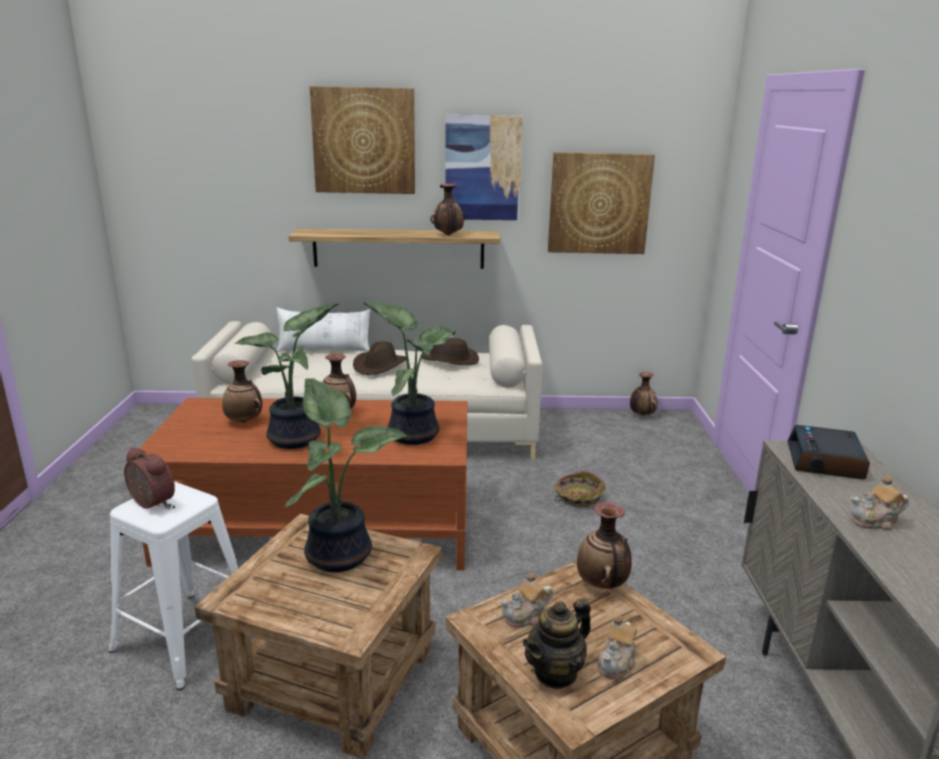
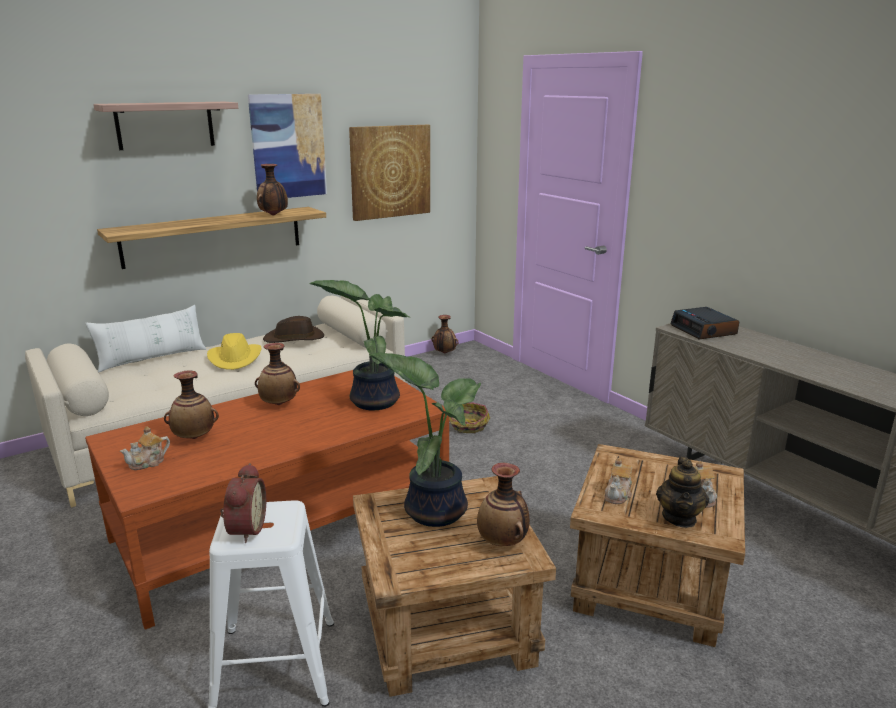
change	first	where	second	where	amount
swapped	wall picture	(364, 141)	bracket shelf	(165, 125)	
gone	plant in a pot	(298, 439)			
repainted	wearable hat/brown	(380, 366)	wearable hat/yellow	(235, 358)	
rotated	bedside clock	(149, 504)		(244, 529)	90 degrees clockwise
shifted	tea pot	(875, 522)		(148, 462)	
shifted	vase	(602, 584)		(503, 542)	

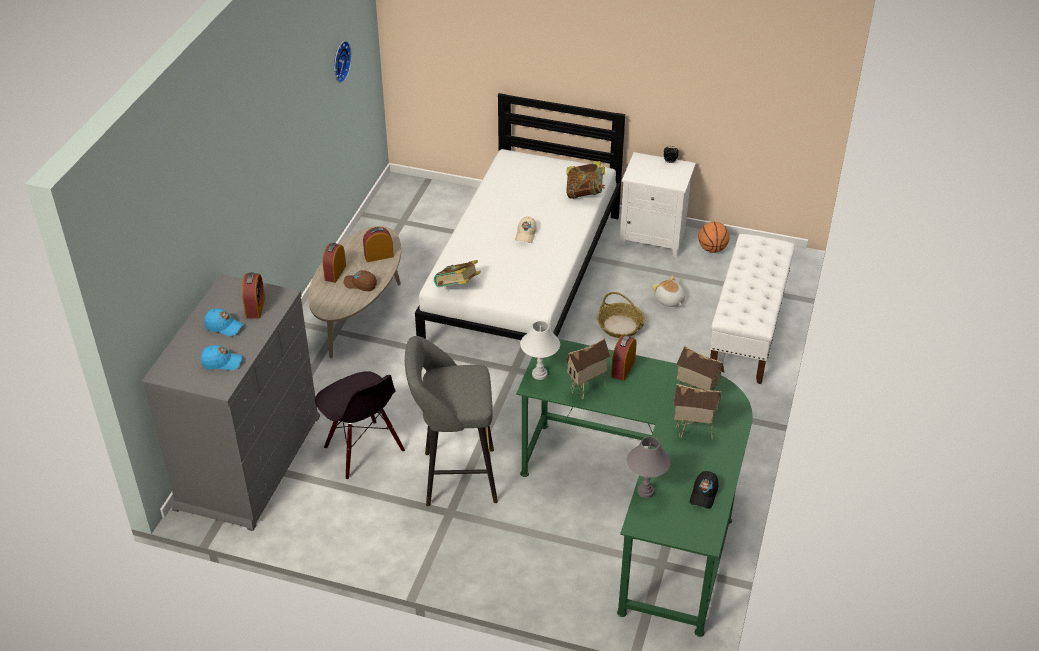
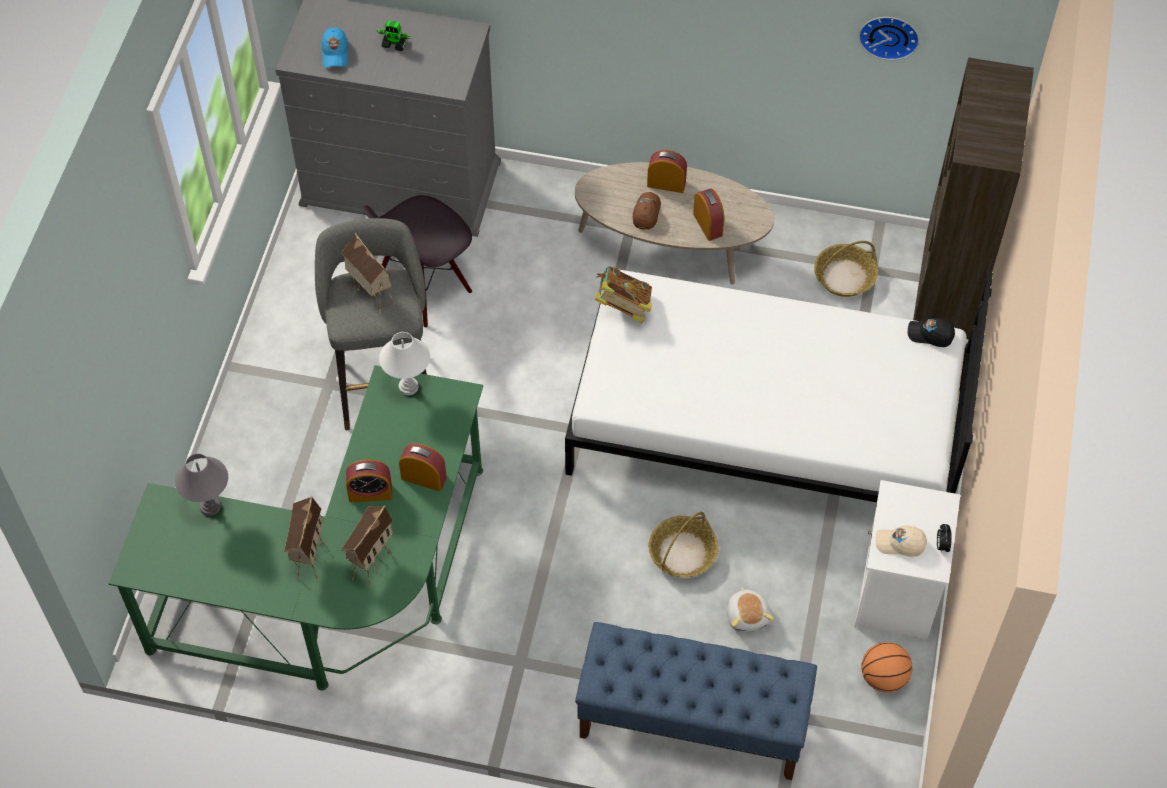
change	first	where	second	where	amount
gone	book	(585, 193)			
shifted	cap/beige-coloured	(525, 234)		(900, 543)	
repainted	bench/white	(747, 331)	bench/blue-coloured	(691, 722)	
shifted	bedside clock	(255, 307)		(370, 493)	
rotated	plush toy	(669, 300)		(748, 616)	120 degrees clockwise
swapped	cap/blue-coloured	(224, 327)	model robot	(395, 44)	
shifted	miniature house	(587, 390)		(371, 295)	
shifted	cap/black	(703, 494)		(930, 335)	
new			shelving unit/brown	(945, 304)	
new			basket	(844, 277)	

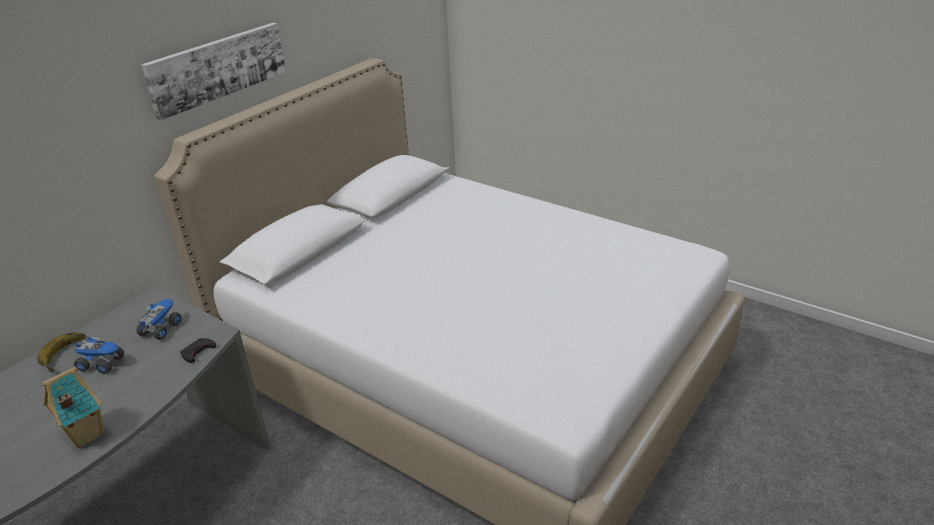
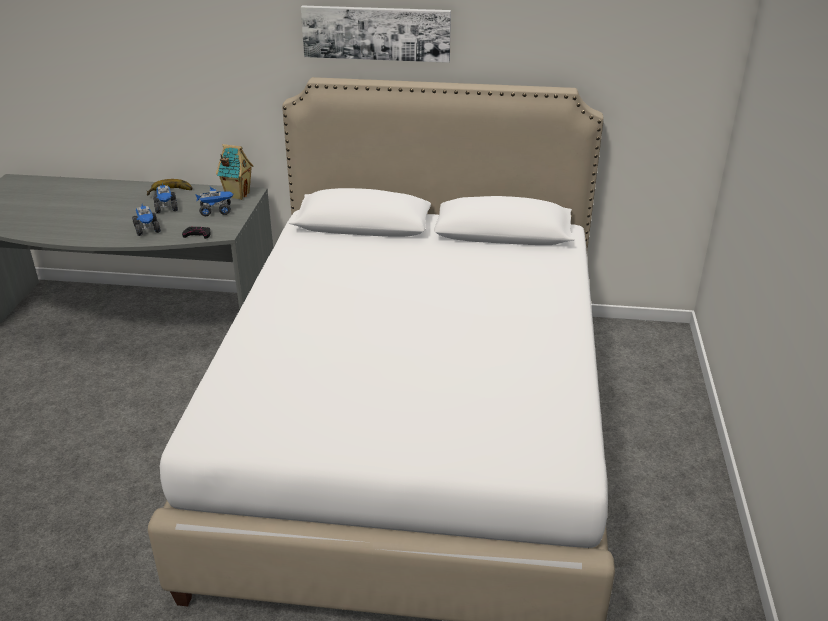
change	first	where	second	where	amount
shifted	miniature house	(85, 435)		(237, 195)	
new			toy lorry	(147, 229)	

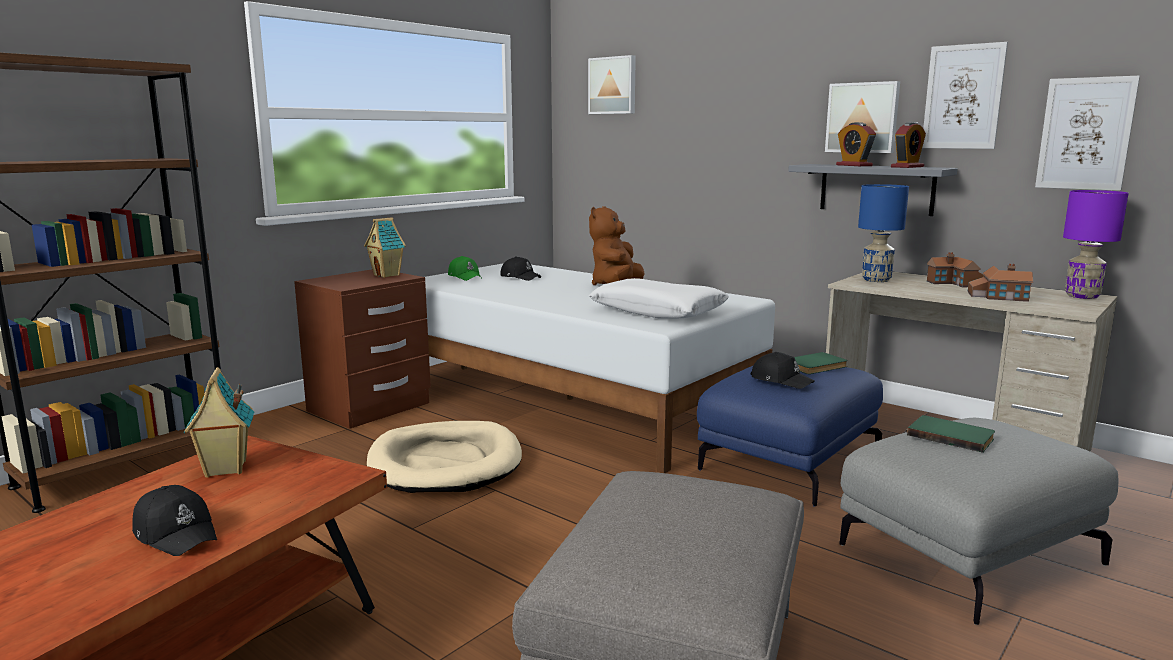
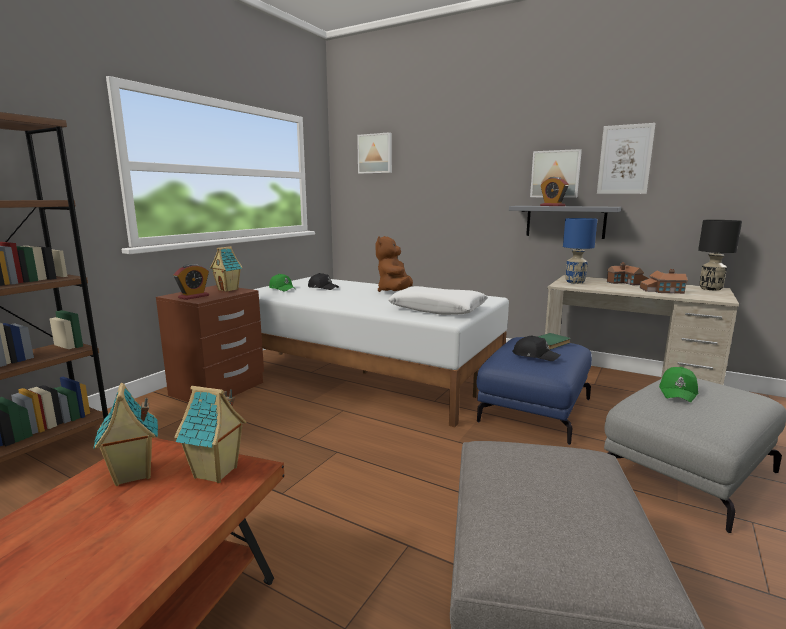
change	first	where	second	where	amount
gone	wall picture	(1085, 134)			
shifted	bedside clock	(907, 167)		(194, 296)	
repainted	table lamp/purplish	(1081, 296)	table lamp/black	(710, 288)	
swapped	book/greenish	(951, 436)	cap/greenish	(678, 392)	
gone	dog bed/beige-coloured	(445, 463)			
gone	cap/black	(176, 533)			
new			miniature house	(216, 473)	

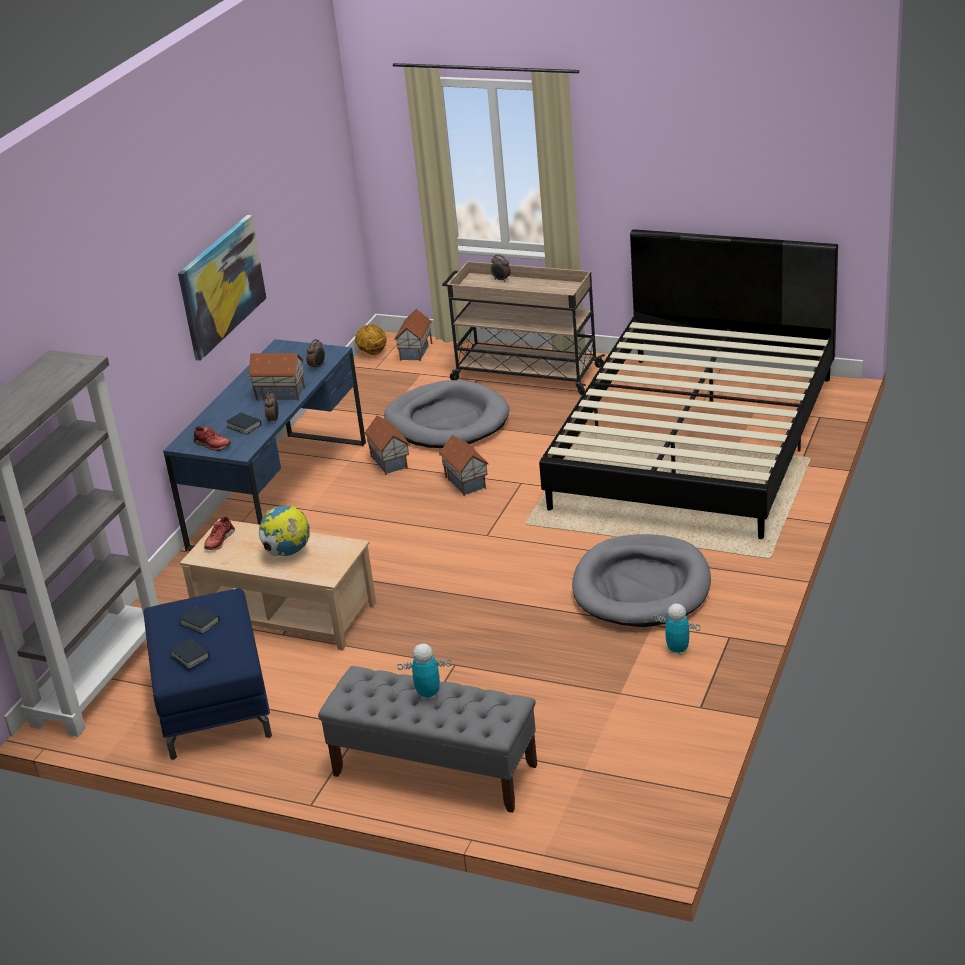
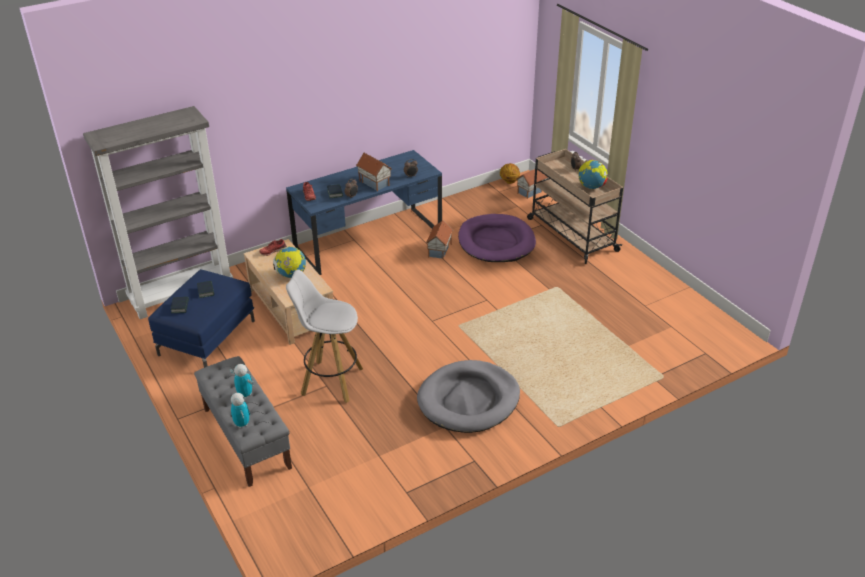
change	first	where	second	where	amount
gone	wall picture	(221, 286)			
gone	bed/black	(697, 440)			
repainted	dog bed/grey	(447, 421)	dog bed/purplish	(496, 242)	
gone	miniature house	(467, 482)			
shifted	model robot	(677, 650)		(242, 424)	
new			world globe	(591, 187)	
new			stool seat/white	(331, 381)	

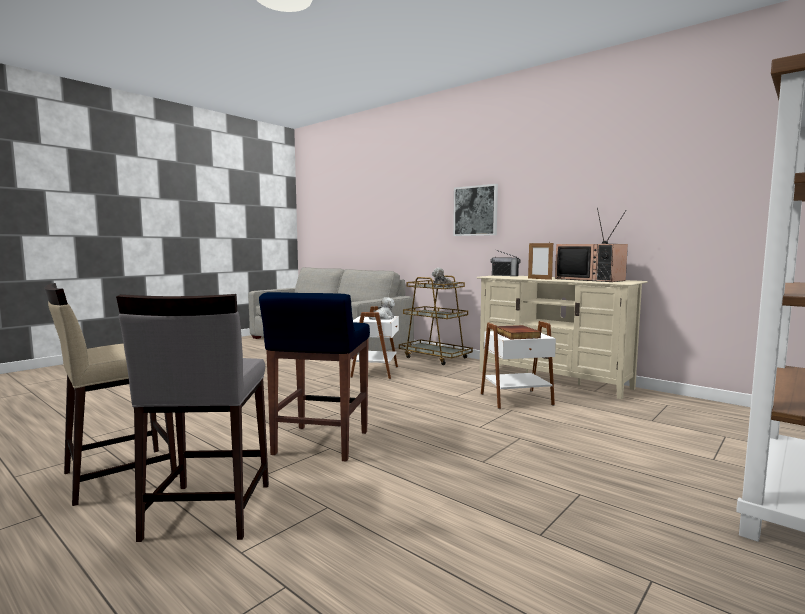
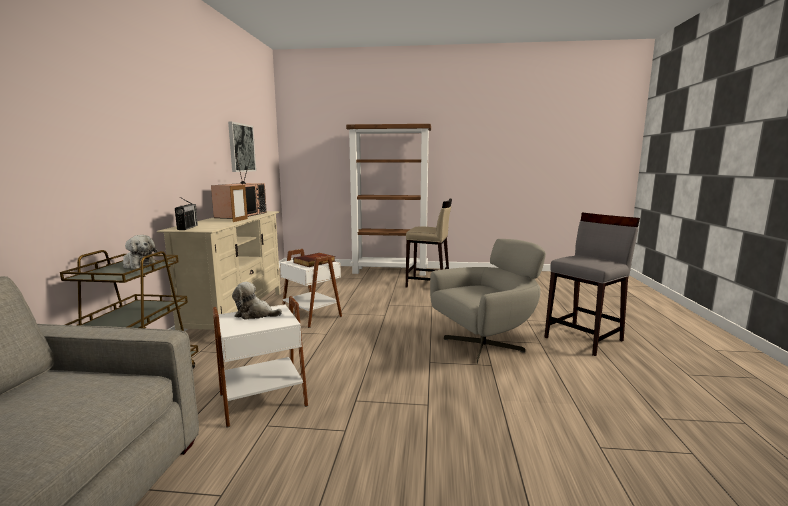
change	first	where	second	where	amount
shifted	wall picture	(475, 211)		(241, 148)	
shifted	stool seat/beige-coloured	(118, 474)		(428, 284)	
swapped	stool seat/blue-coloured	(320, 444)	lounge chair/grey	(485, 345)	

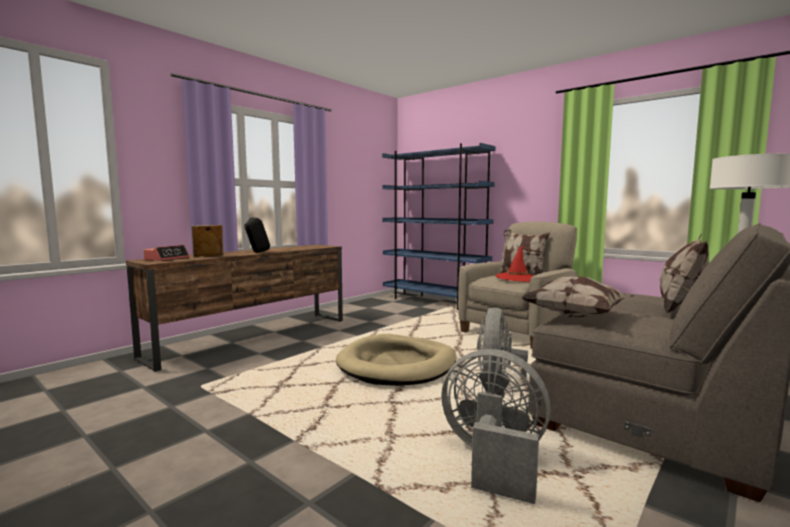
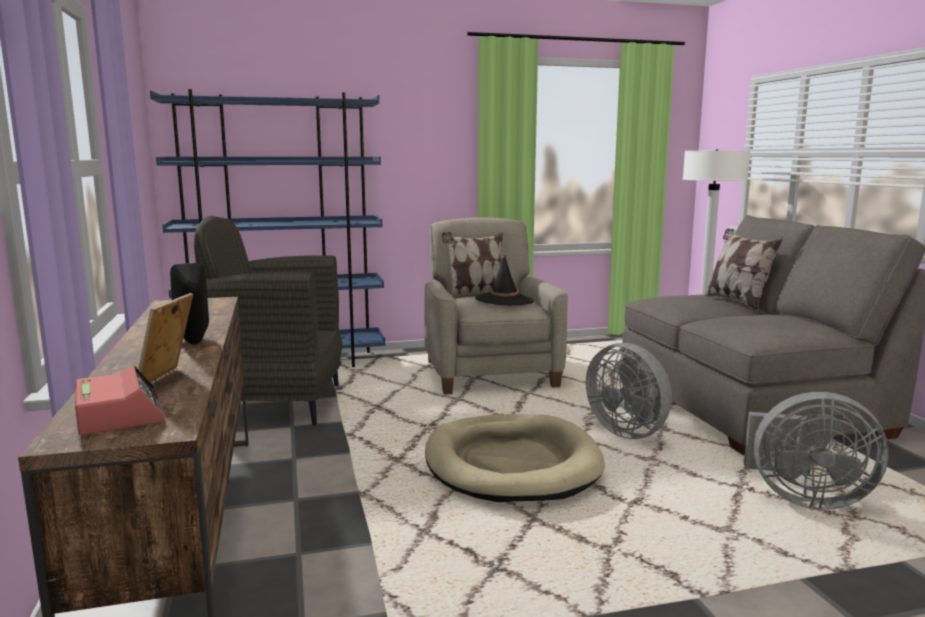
change	first	where	second	where	amount
repainted	wearable hat/red	(517, 278)	wearable hat/black	(504, 300)	
gone	throw pillow	(577, 316)			
rotated	electric fan/grey	(493, 460)		(803, 498)	135 degrees counterclockwise
new			lounge chair/grey	(277, 404)	

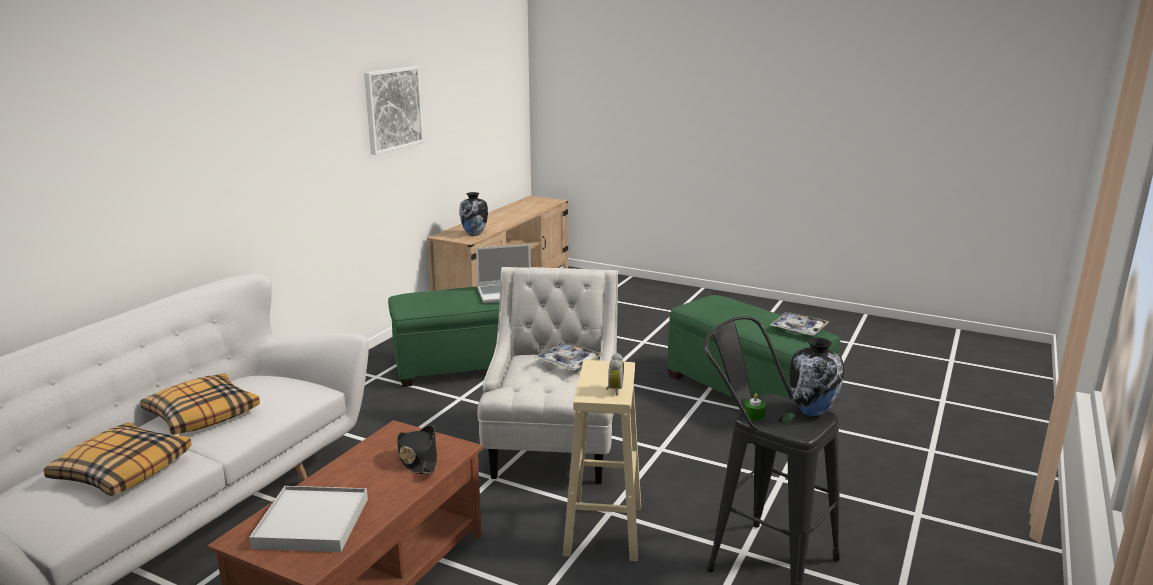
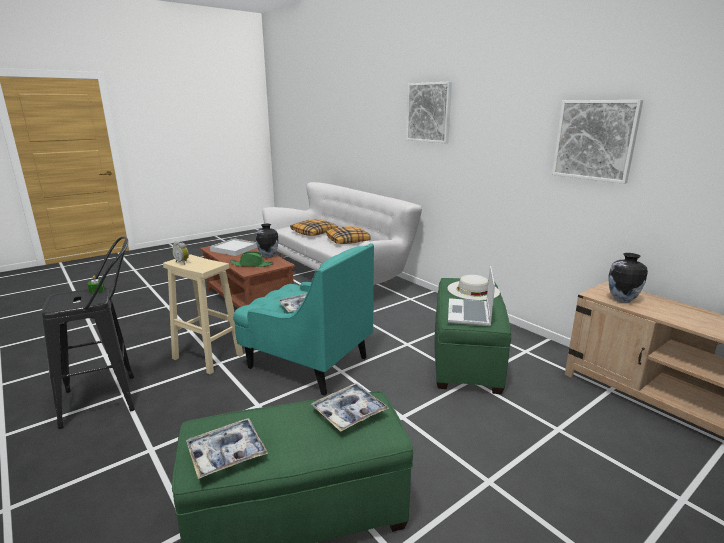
change	first	where	second	where	amount
repainted	lounge chair/white	(553, 448)	lounge chair/turquoise	(307, 362)	
shifted	vase	(813, 411)		(268, 256)	
repainted	wearable hat/black	(418, 458)	wearable hat/greenish	(252, 265)	
new			wall picture	(429, 112)	
new			wearable hat/white	(473, 290)	
new			tray	(349, 412)	

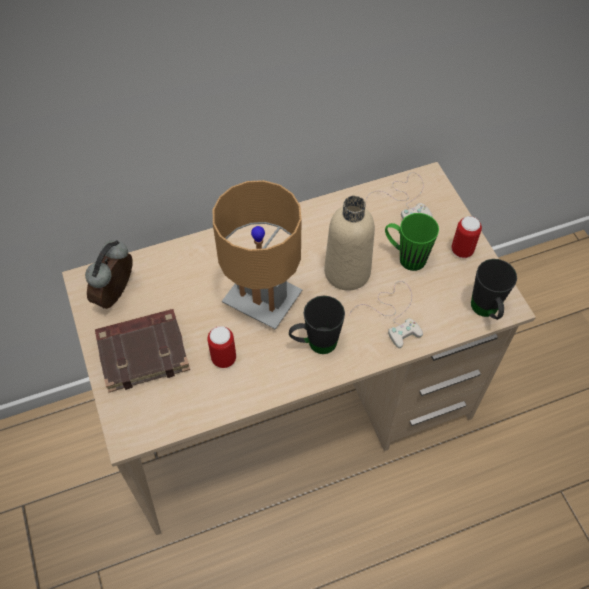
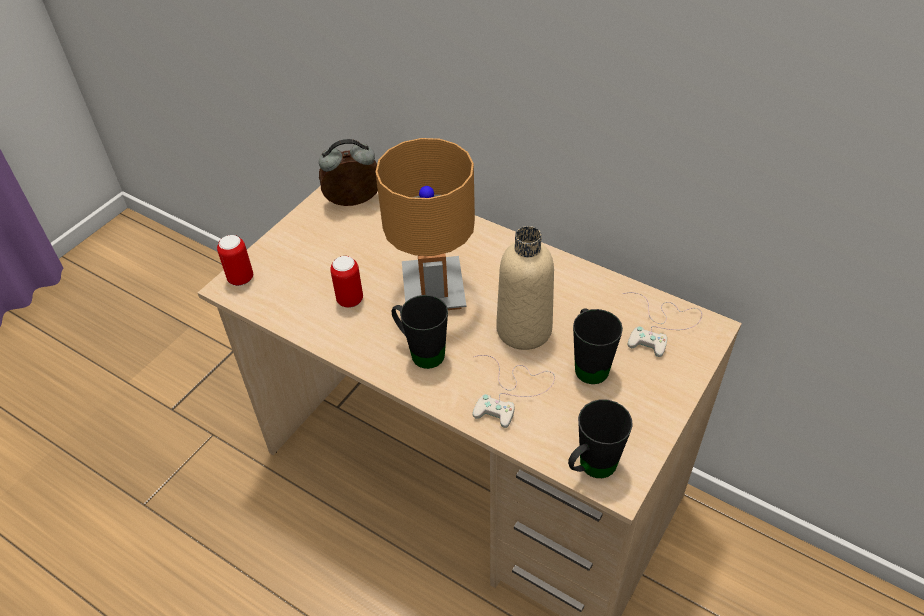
change	first	where	second	where	amount
repainted	mug/greenish	(405, 257)	mug/black	(588, 363)	
shifted	metal can	(462, 250)		(241, 278)	
gone	book/brown	(144, 352)			

